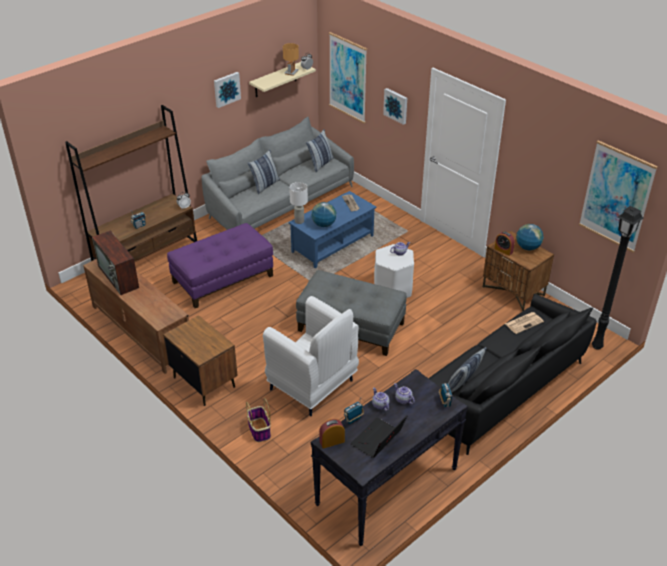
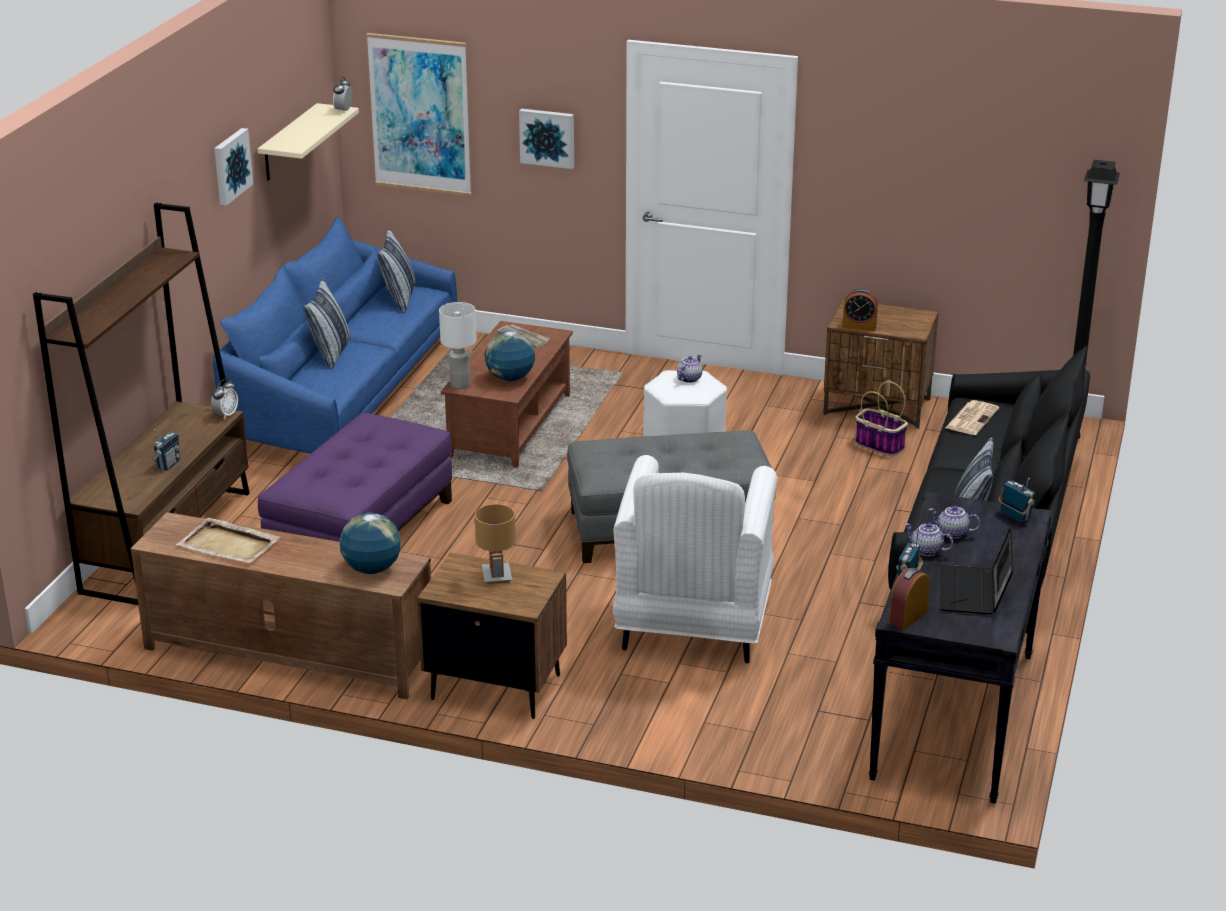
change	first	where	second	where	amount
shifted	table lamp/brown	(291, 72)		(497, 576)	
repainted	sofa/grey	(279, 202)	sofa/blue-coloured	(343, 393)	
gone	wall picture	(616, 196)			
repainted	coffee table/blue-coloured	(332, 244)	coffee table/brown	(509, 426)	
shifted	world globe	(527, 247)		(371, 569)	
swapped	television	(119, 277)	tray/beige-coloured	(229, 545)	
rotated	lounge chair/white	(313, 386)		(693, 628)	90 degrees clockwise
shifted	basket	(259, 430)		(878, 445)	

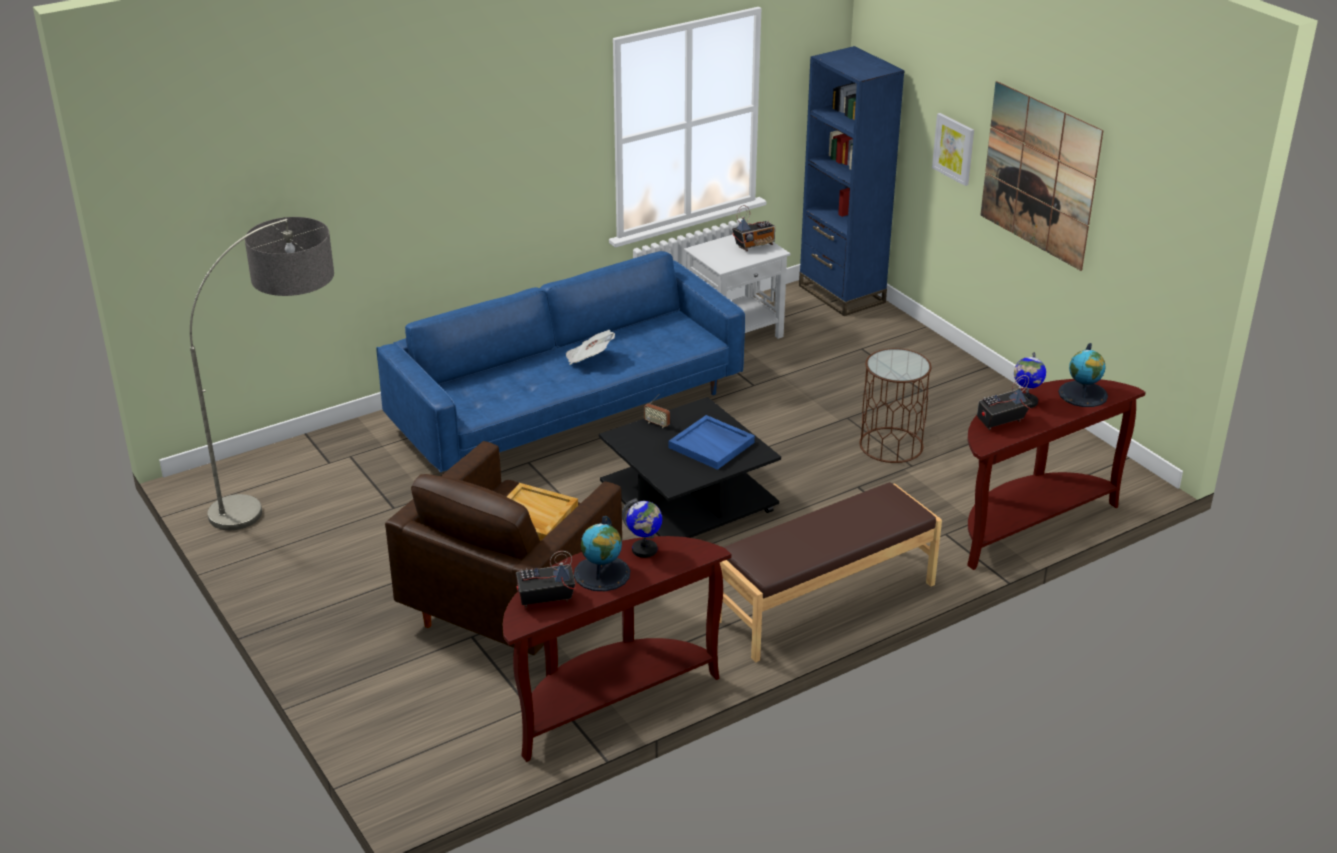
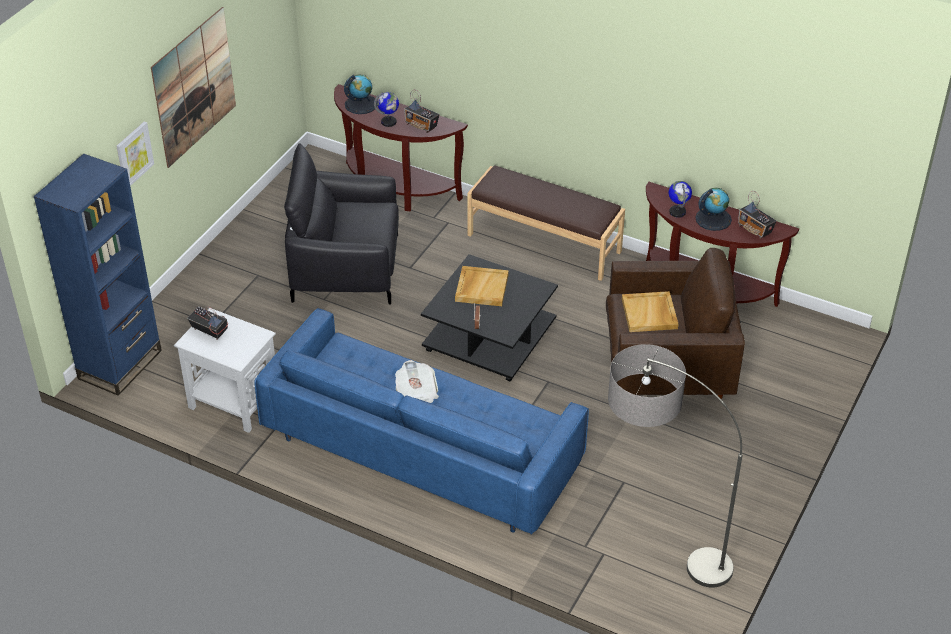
change	first	where	second	where	amount
swapped	end table/brown	(891, 445)	lounge chair/black	(346, 268)	
repainted	tray/blue-coloured	(712, 445)	tray/beige-coloured	(481, 288)	

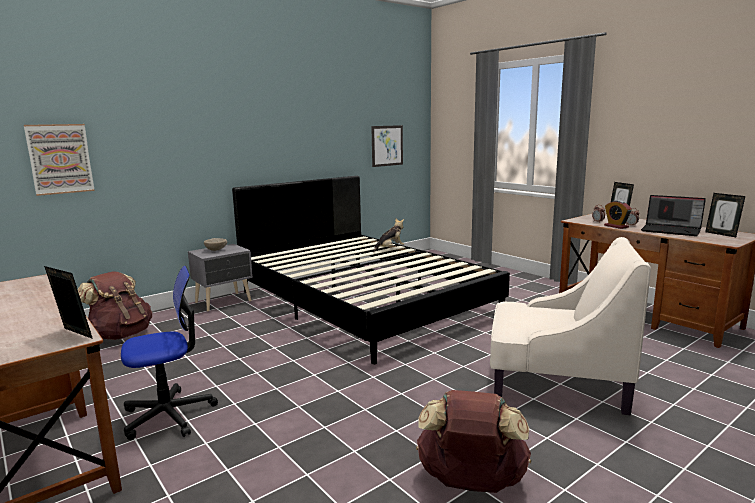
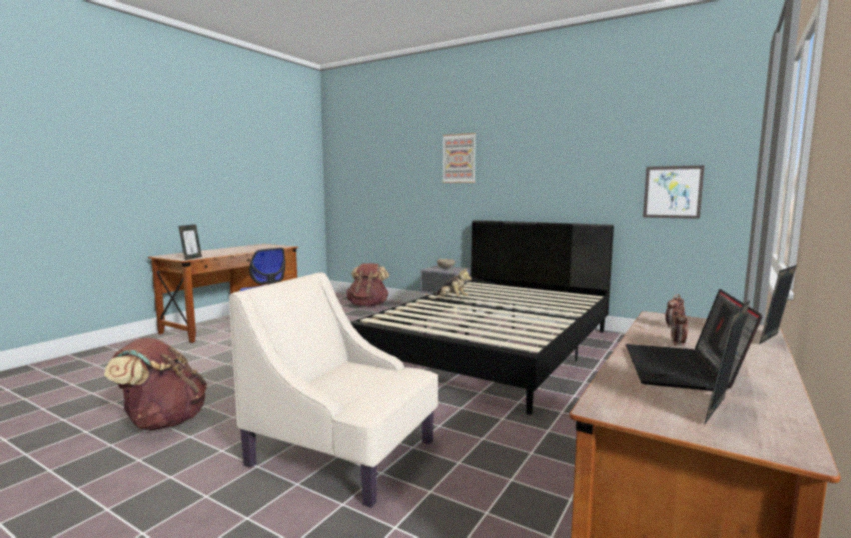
change	first	where	second	where	amount
shifted	wall picture	(60, 159)		(459, 158)	
gone	bedside clock	(616, 226)			
shifted	plush toy	(390, 249)		(452, 298)	
rotated	lounge chair/beige-coloured	(555, 381)		(344, 453)	120 degrees clockwise

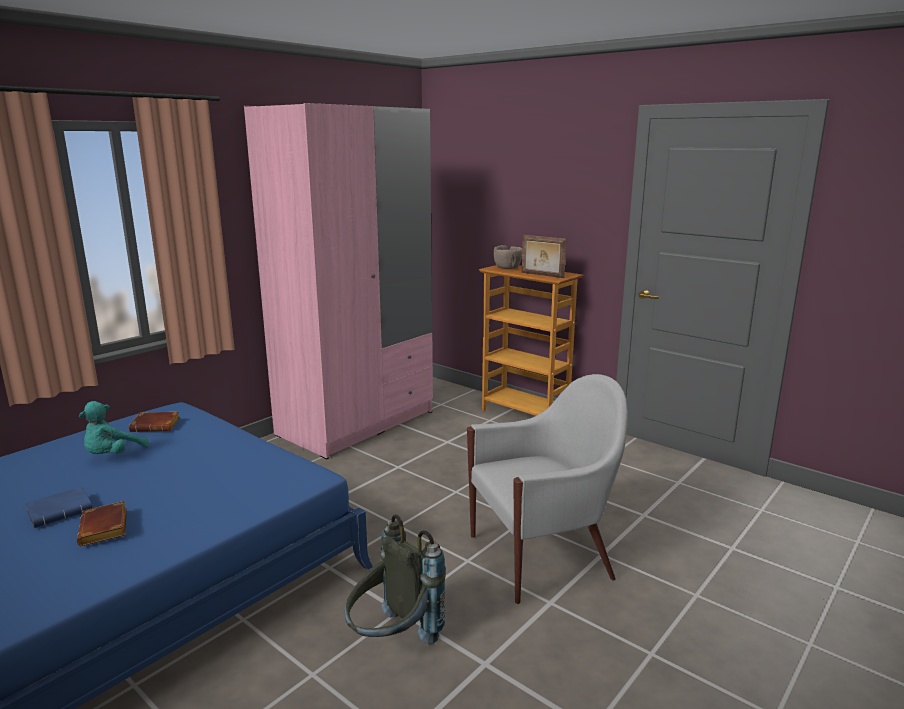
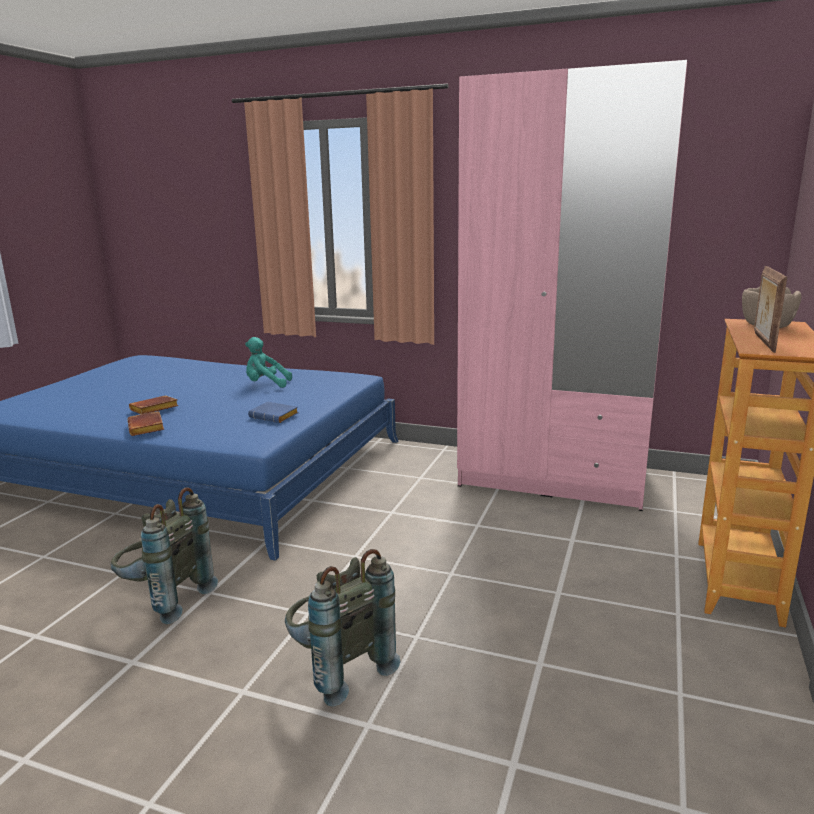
change	first	where	second	where	amount
swapped	lounge chair/white	(543, 557)	rucksack/grey	(338, 669)	
shifted	book/brown	(157, 425)		(147, 428)	
shifted	book/blue-coloured	(61, 511)		(275, 416)	

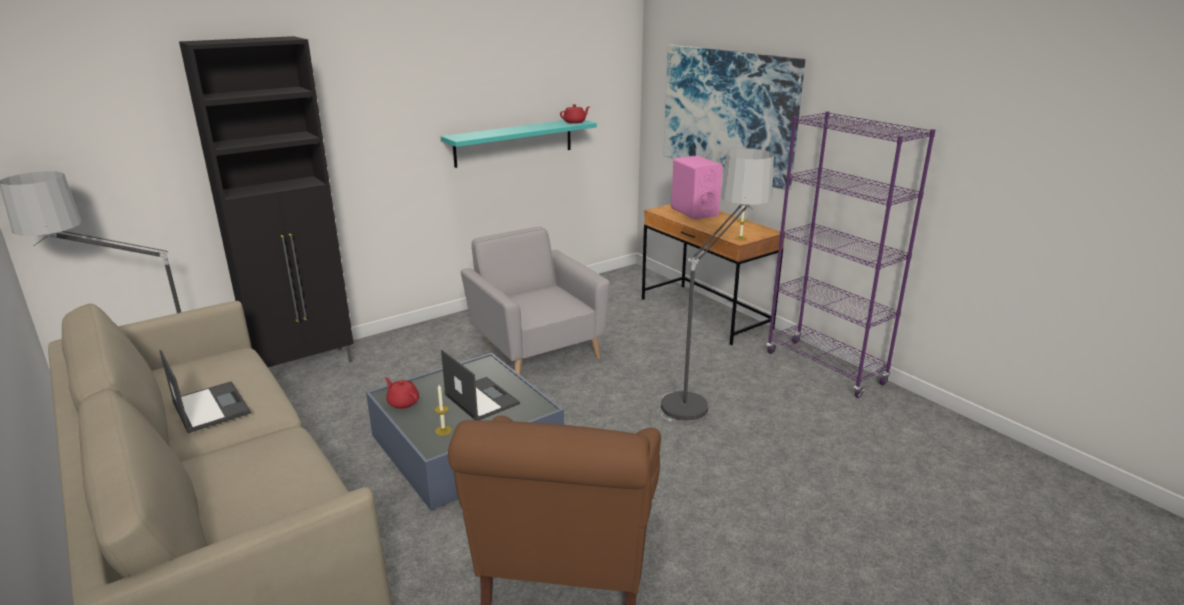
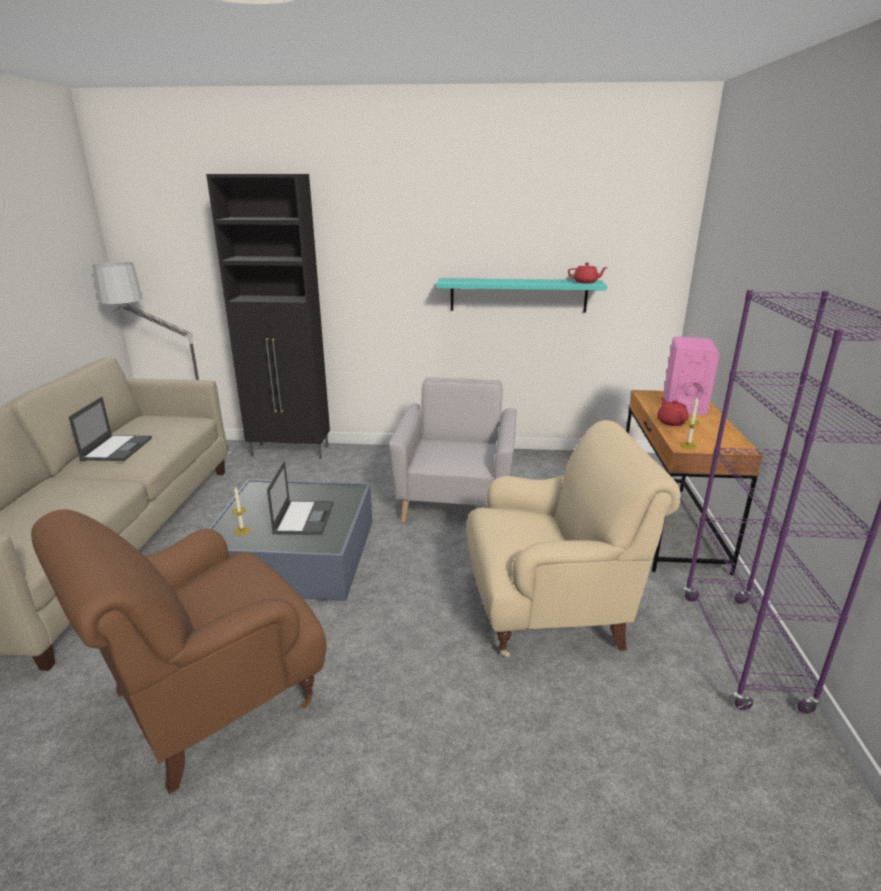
change	first	where	second	where	amount
gone	wall picture	(728, 113)			
swapped	standard lamp	(705, 394)	lounge chair/beige-coloured	(550, 610)	
shifted	tea pot/red	(403, 402)		(671, 422)	

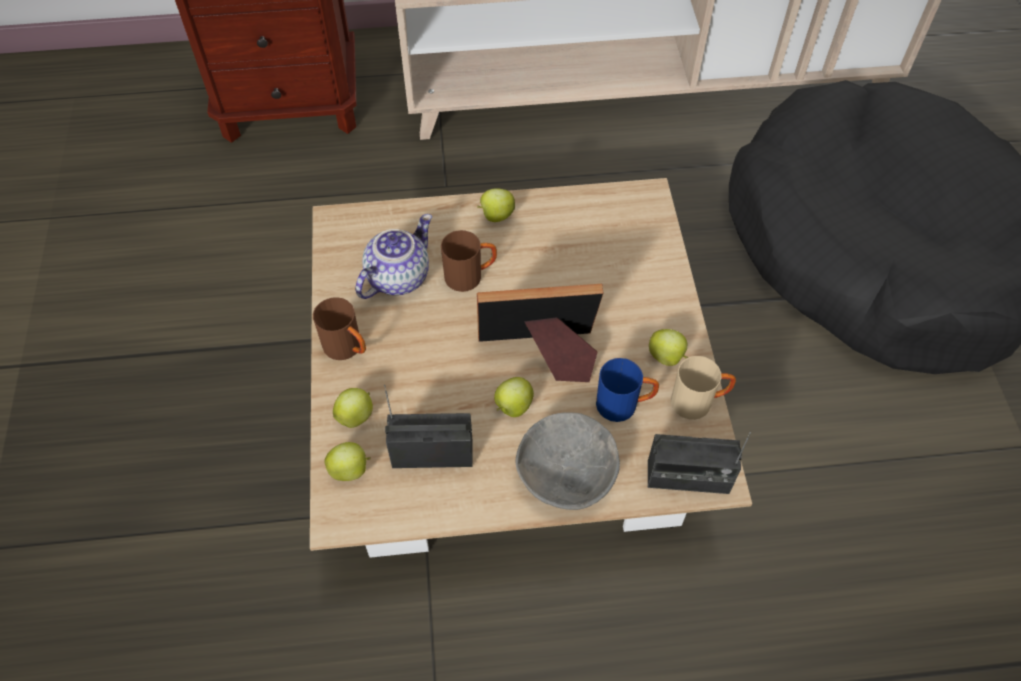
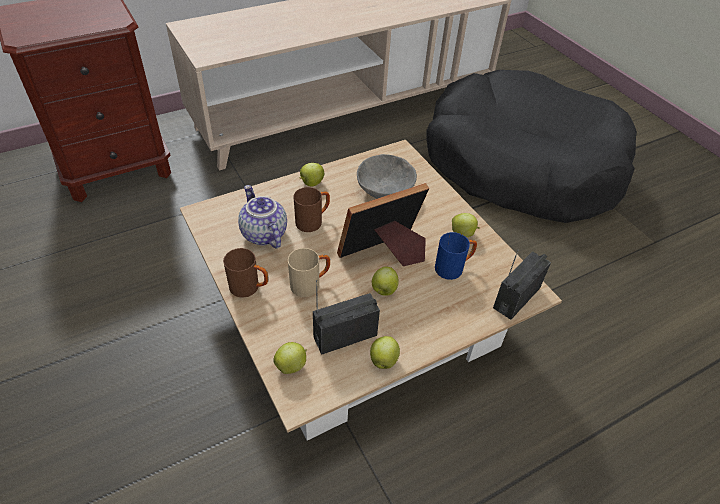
change	first	where	second	where	amount
rotated	tea pot	(397, 276)		(263, 234)	45 degrees counterclockwise
shifted	mug/beige-coloured	(699, 402)		(310, 284)	
shifted	whole apple	(356, 416)		(383, 360)	
shifted	serving bowl/grey	(567, 473)		(385, 189)	
rotated	radio receiver	(688, 477)		(516, 297)	150 degrees clockwise

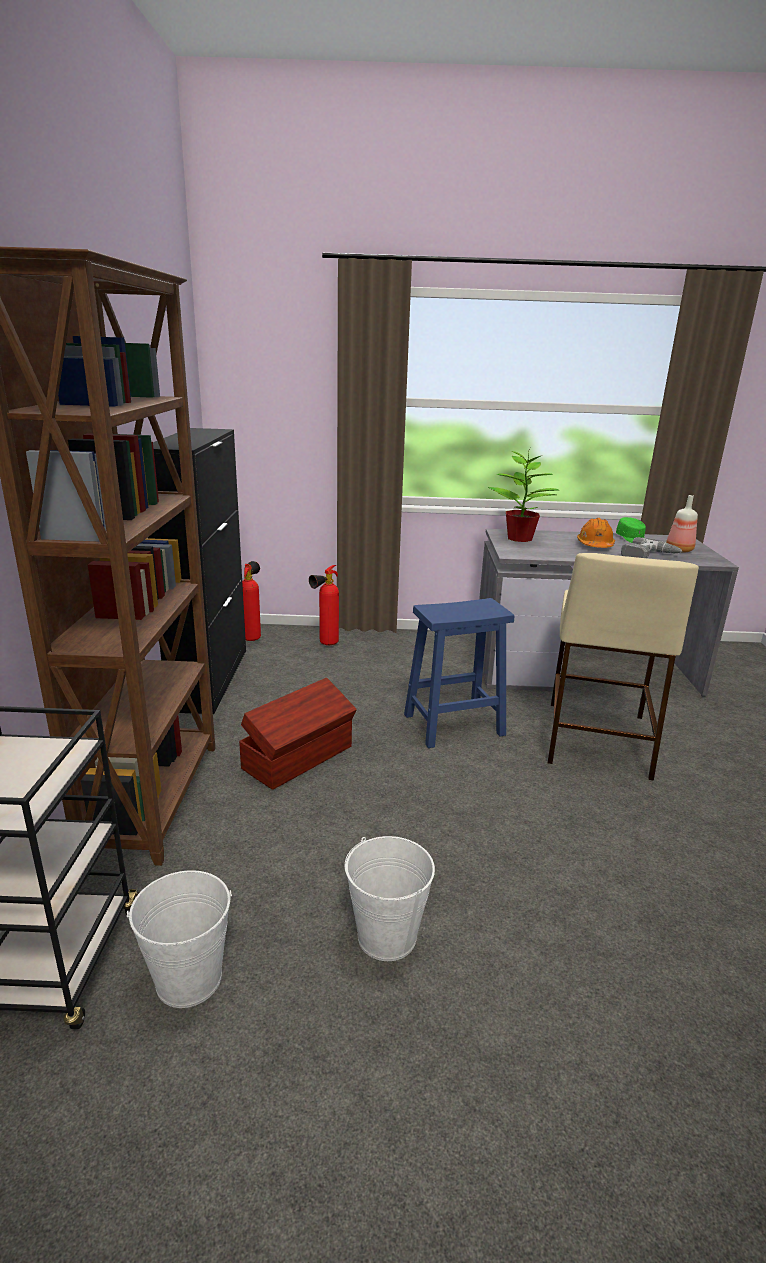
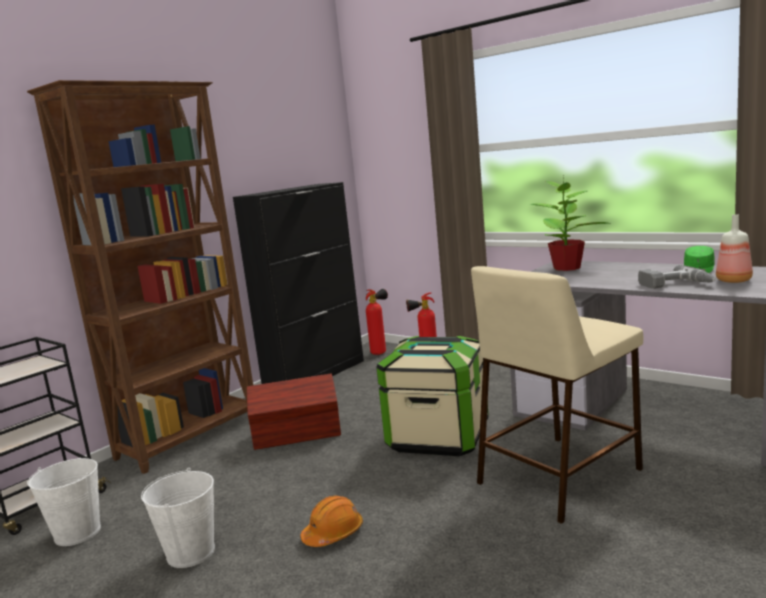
change	first	where	second	where	amount
shifted	safety helmet/orange	(595, 545)		(333, 533)	
swapped	stool seat/blue-coloured	(452, 725)	storage bin	(438, 437)	

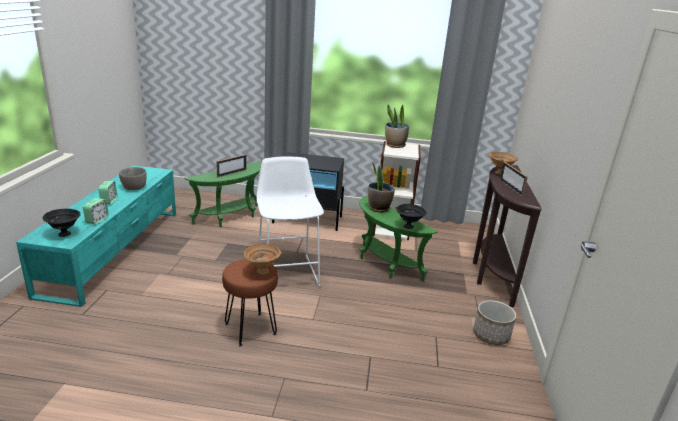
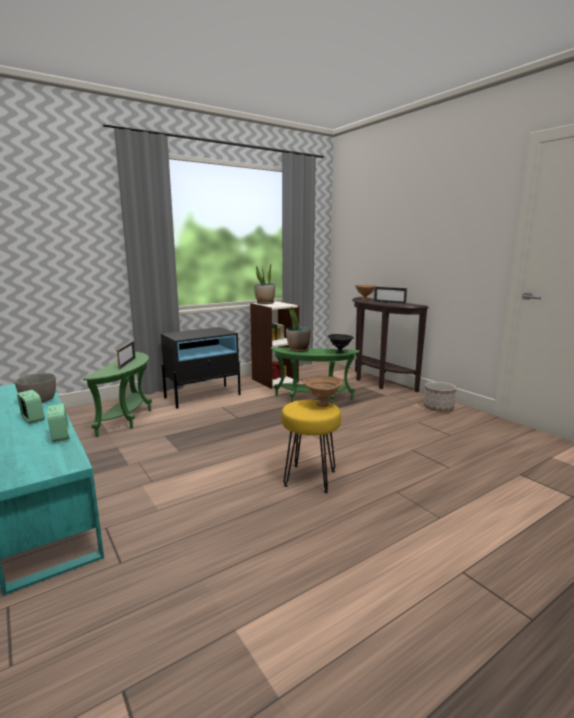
change	first	where	second	where	amount
gone	stool seat/white	(287, 271)			
gone	serving bowl/black	(64, 234)			
repainted	stool seat/brown	(250, 328)	stool seat/yellow	(309, 478)	

